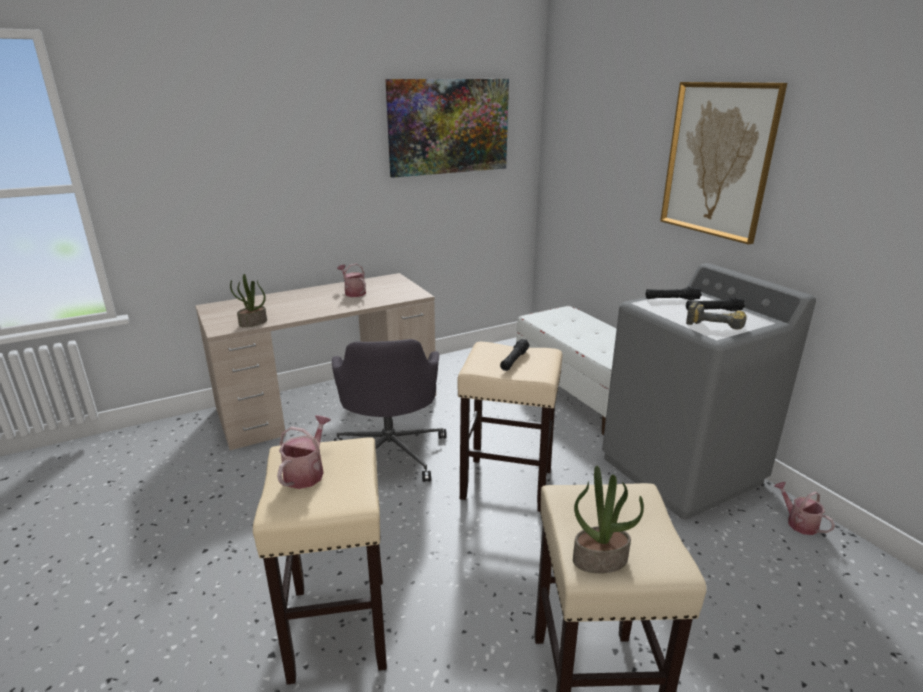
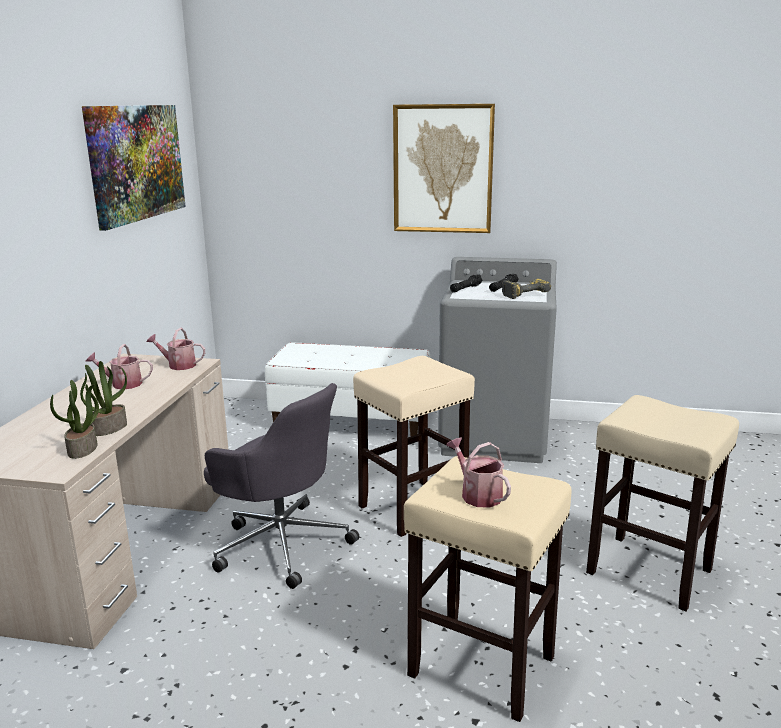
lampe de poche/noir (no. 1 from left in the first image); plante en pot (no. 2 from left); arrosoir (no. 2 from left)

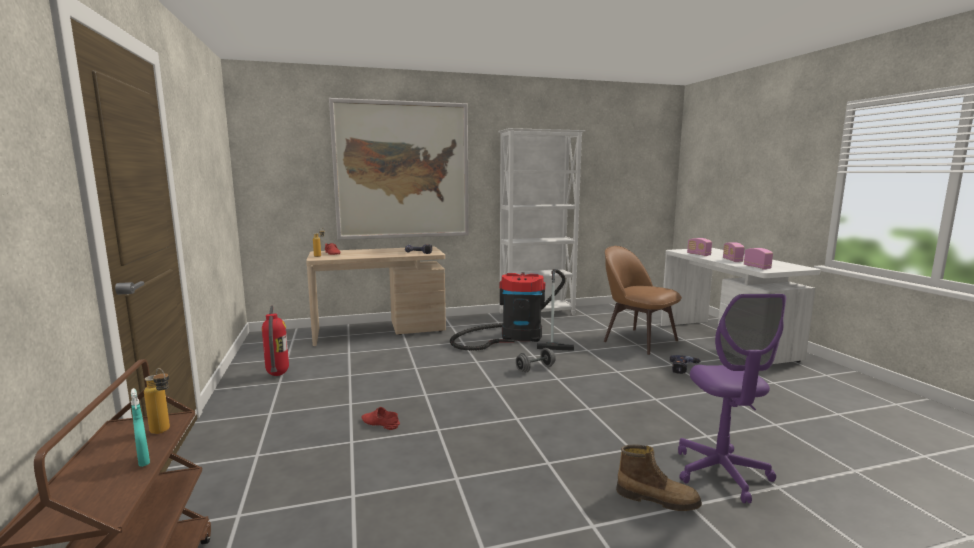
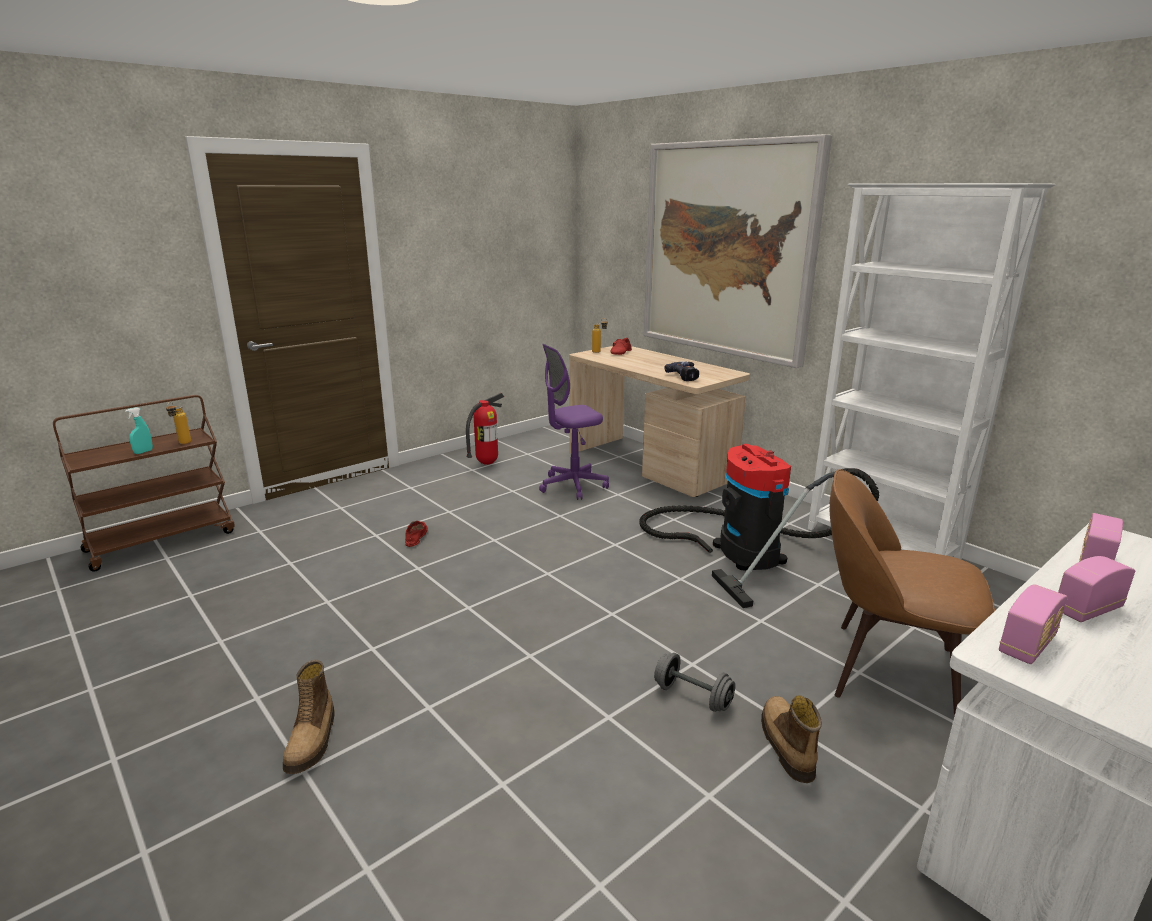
haltère/gris; chaise/marron; botte (no. 2 from left); chaise de bureau/violet

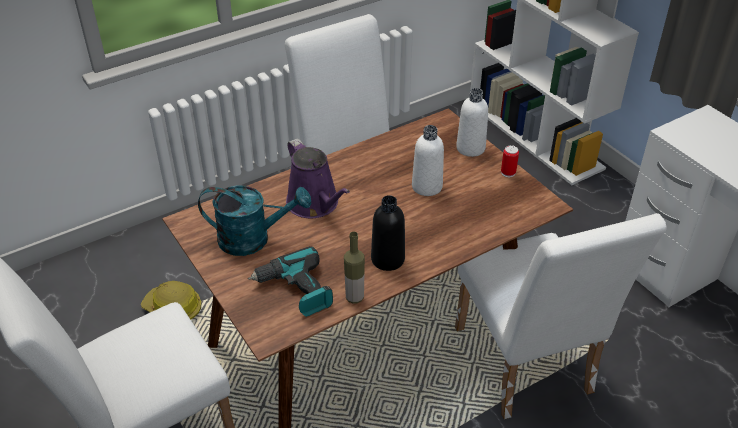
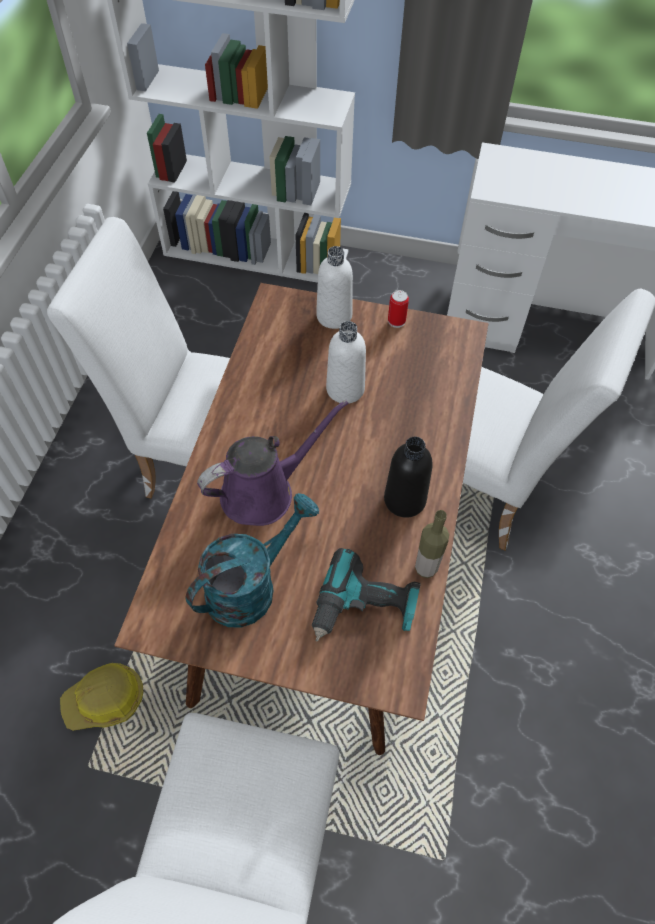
arrosoir/violet

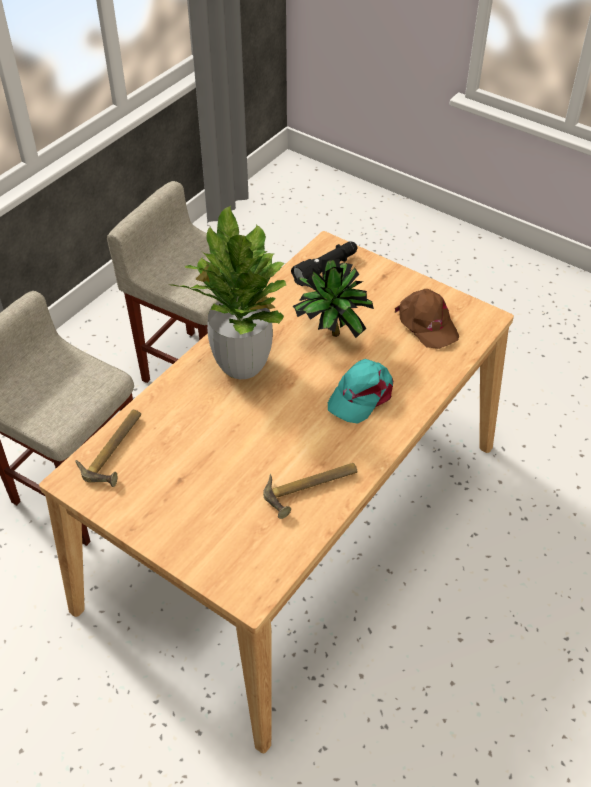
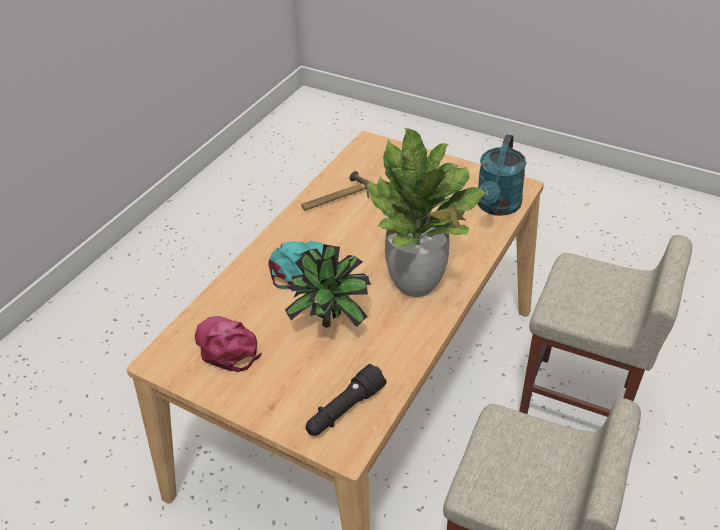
arrosoir/turquoise; casquette/rose

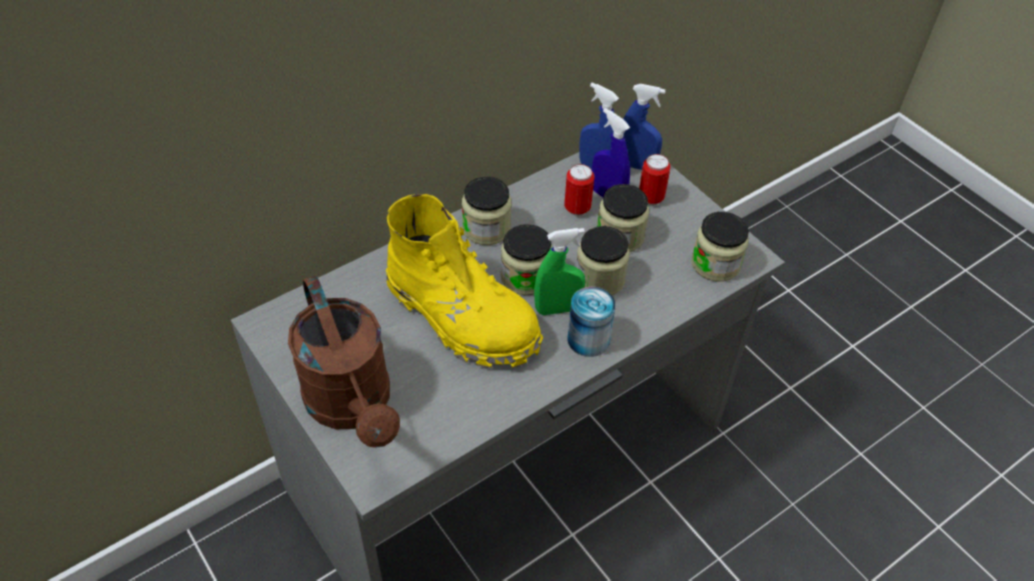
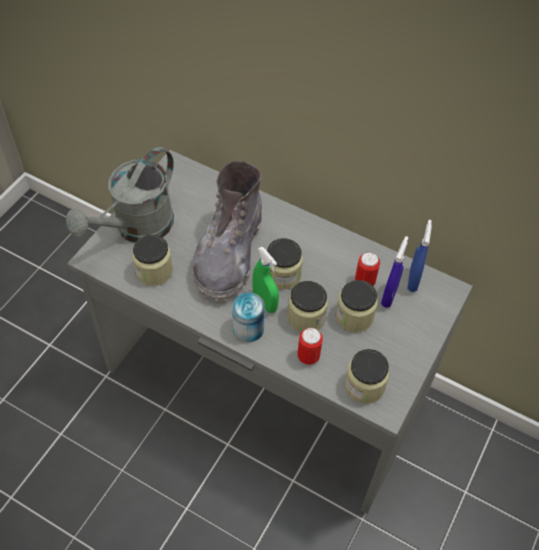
arrosoir/gris; botte/gris; bocal (no. 1 from left); vaporisateur/bleu (no. 3 from left in the first image); boîte métallique (no. 2 from left)

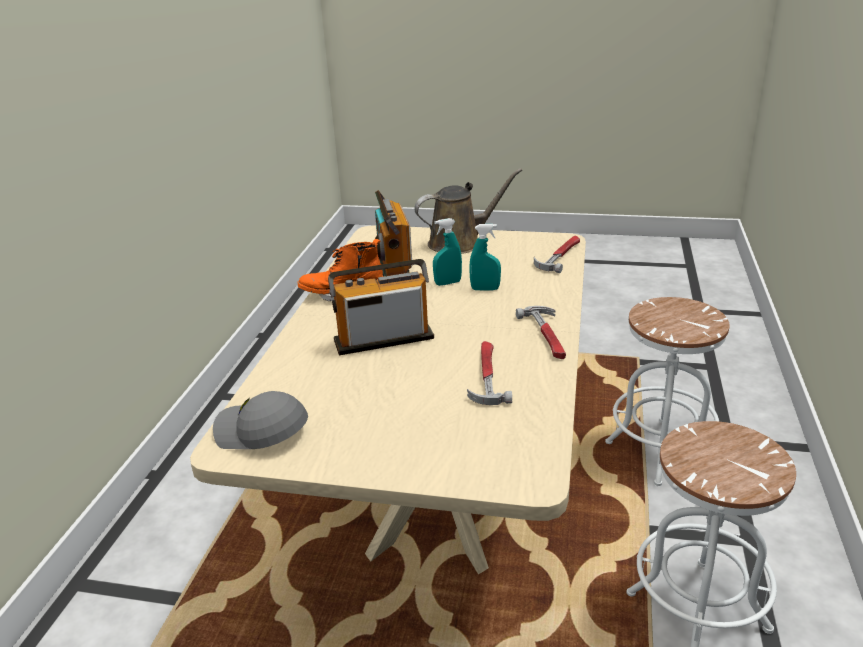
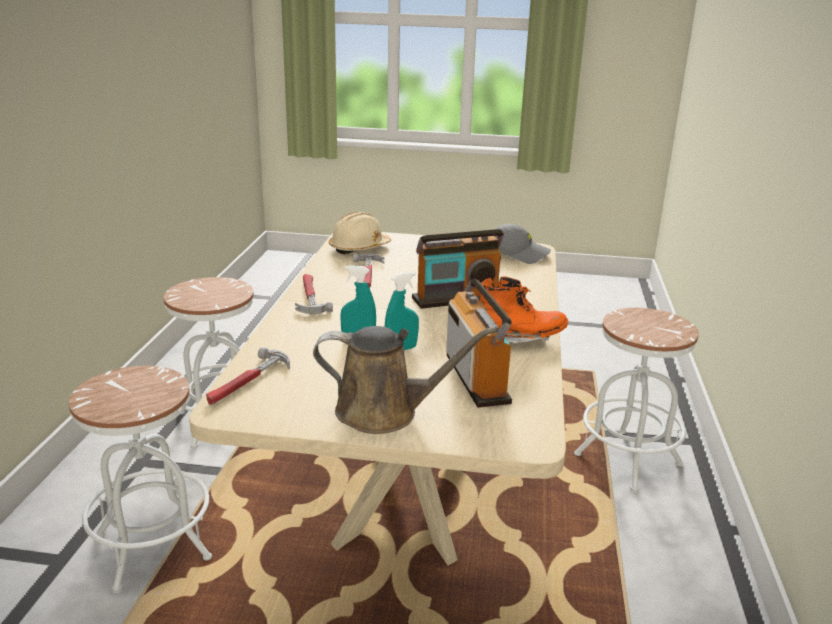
arrosoir/marron; casque de chantier/beige; tabouret/blanc (no. 3 from left)

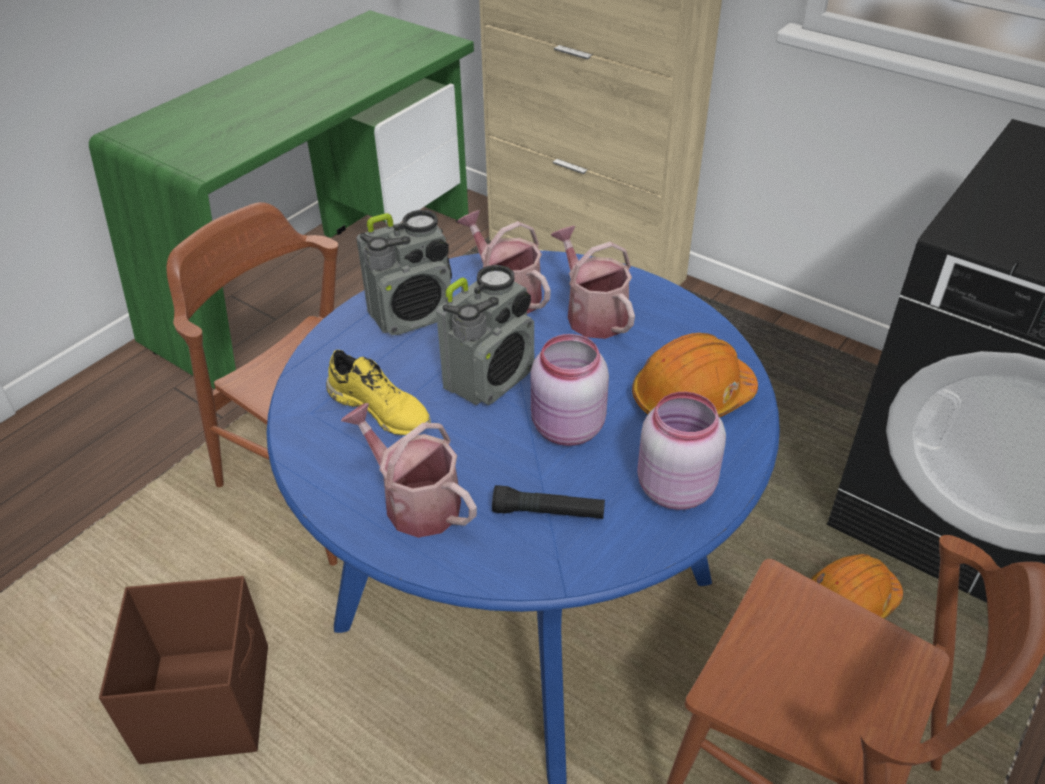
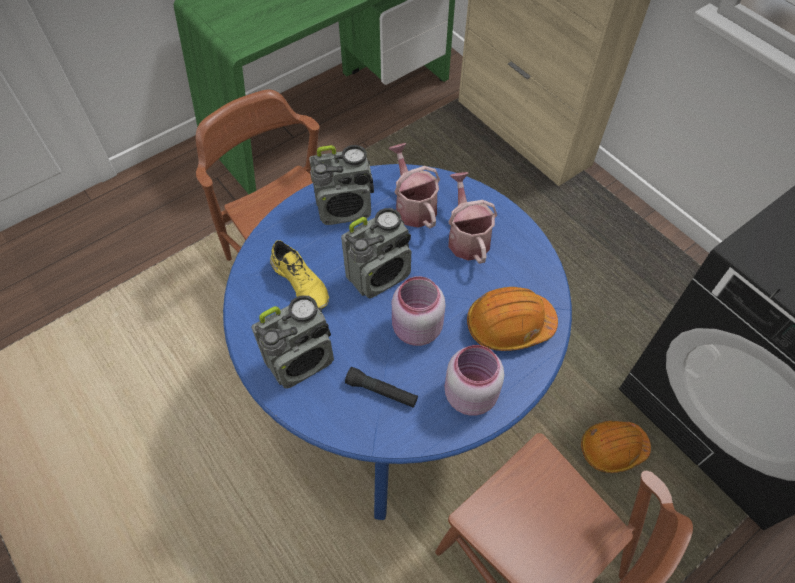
boîte de rangement/marron; radio (no. 1 from left)

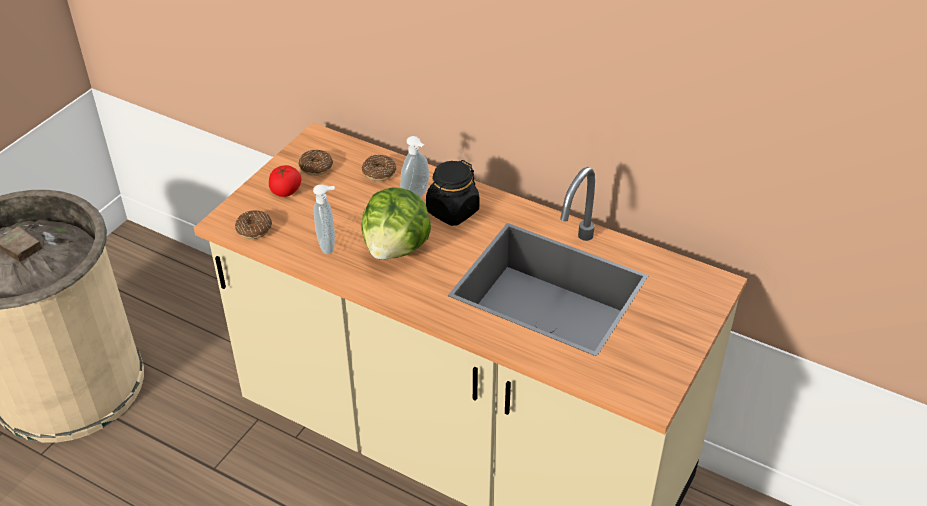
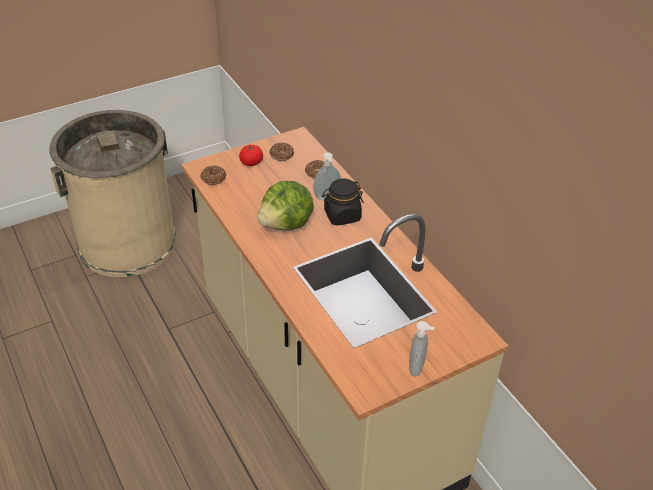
distributeur de savon (no. 2 from left)

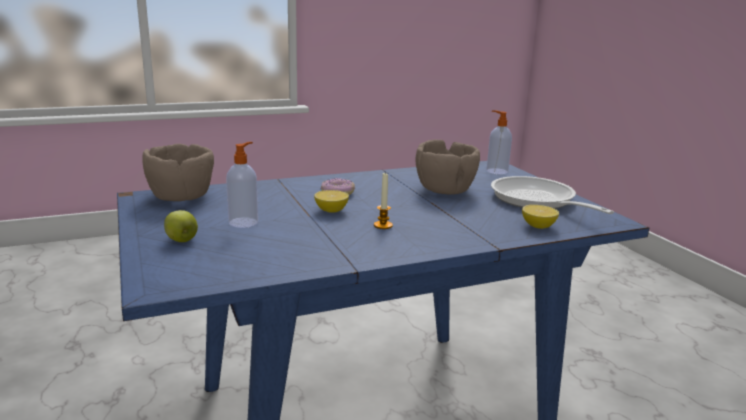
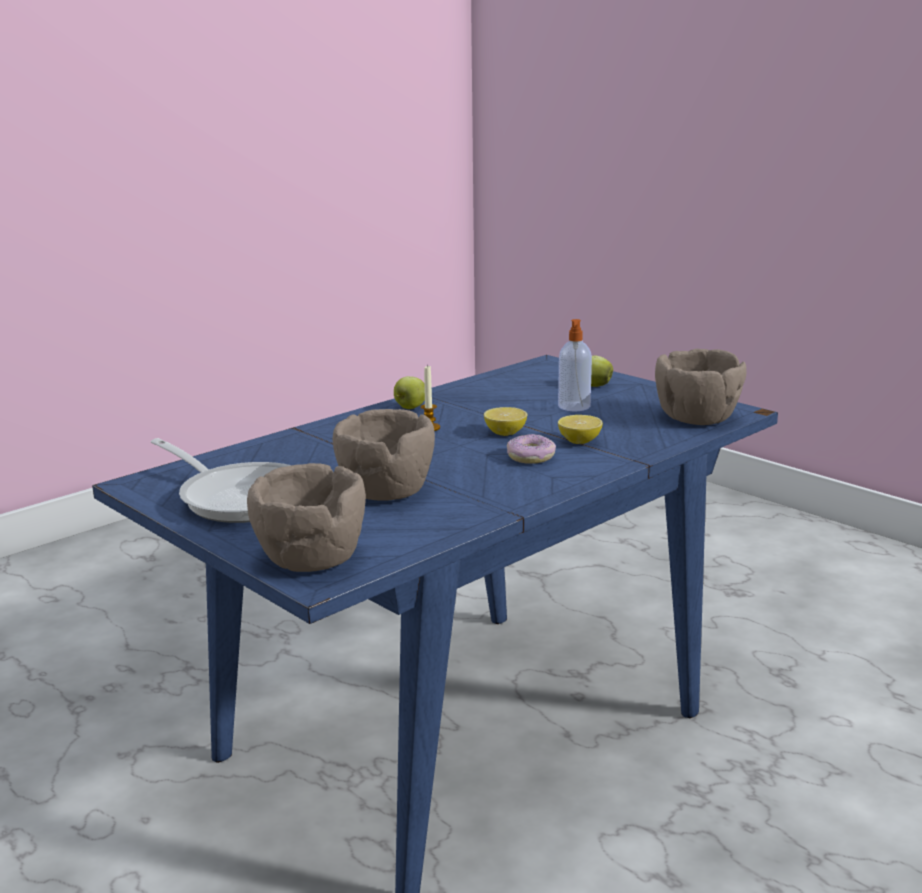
bol/marron (no. 1 from left); citron (no. 2 from left); pomme (no. 1 from left)

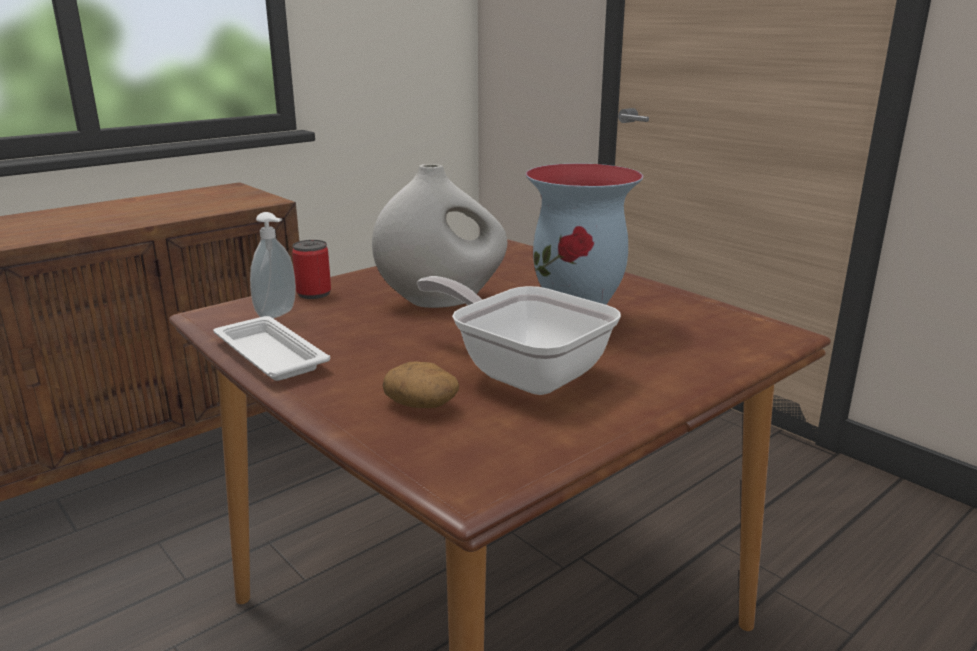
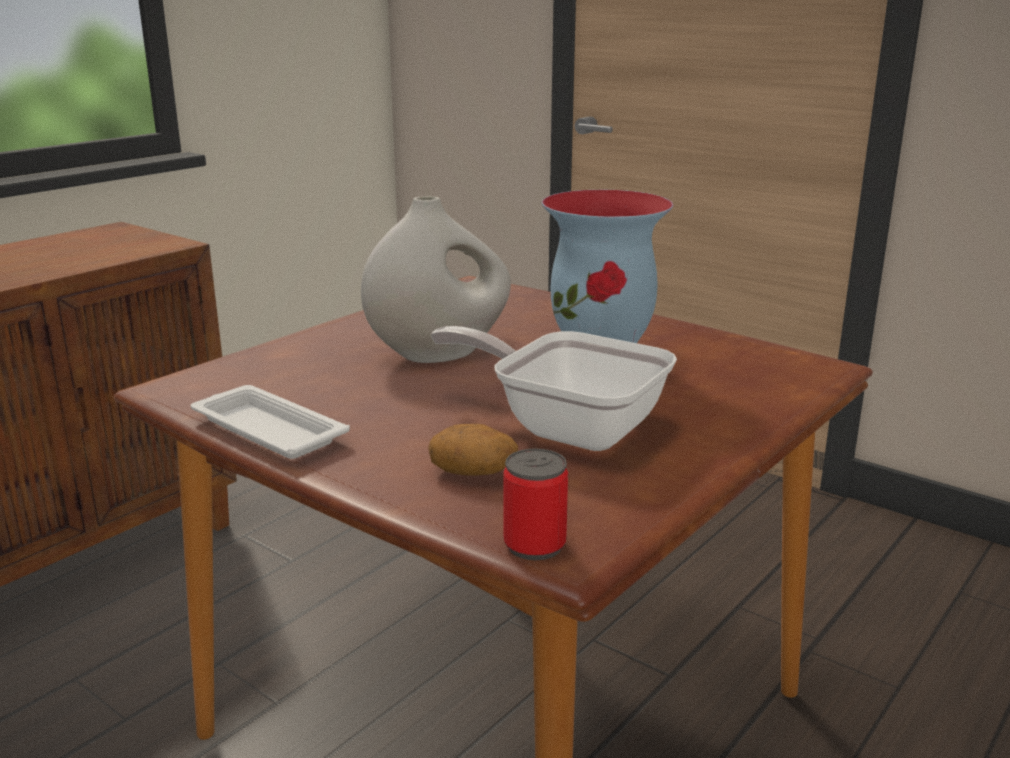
distributeur de savon; boîte métallique

